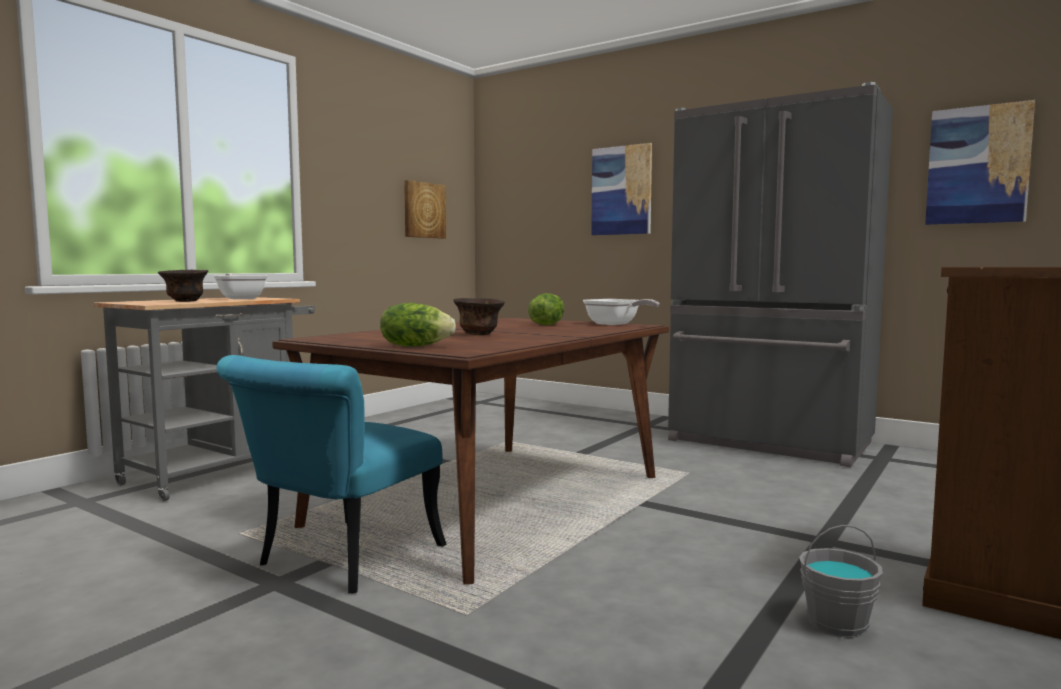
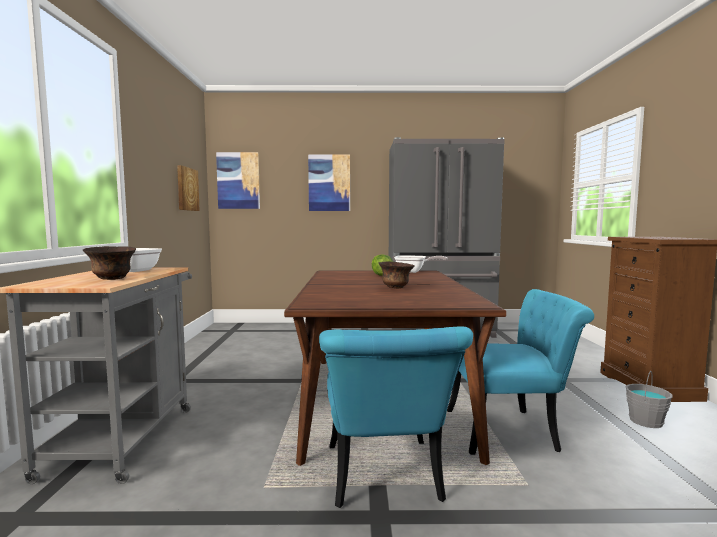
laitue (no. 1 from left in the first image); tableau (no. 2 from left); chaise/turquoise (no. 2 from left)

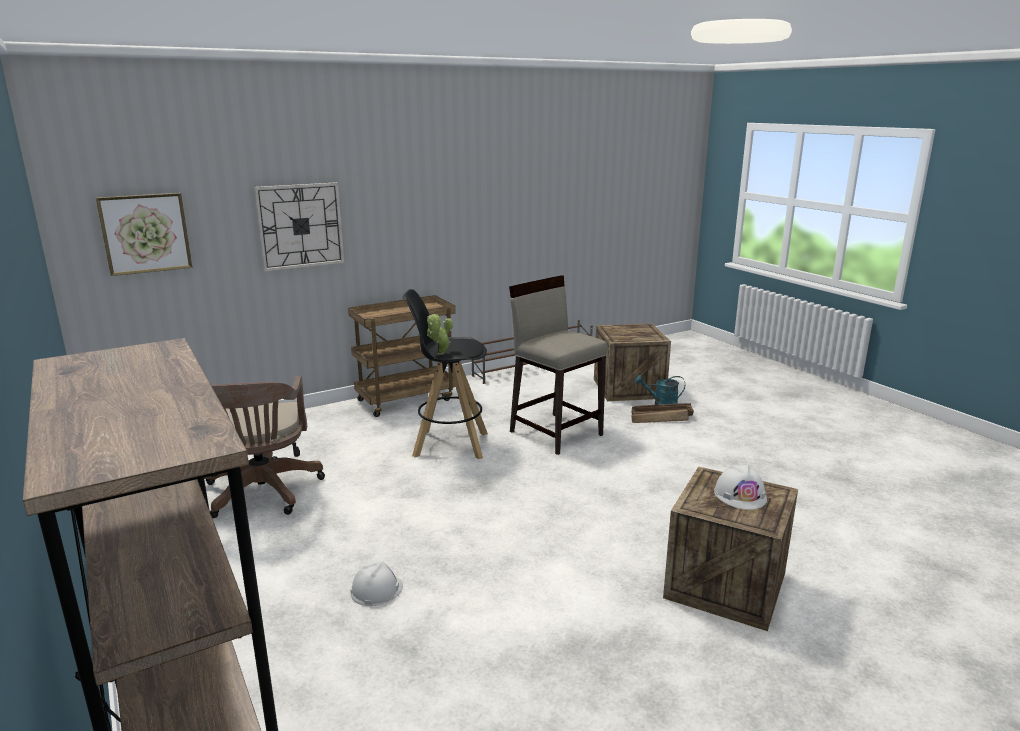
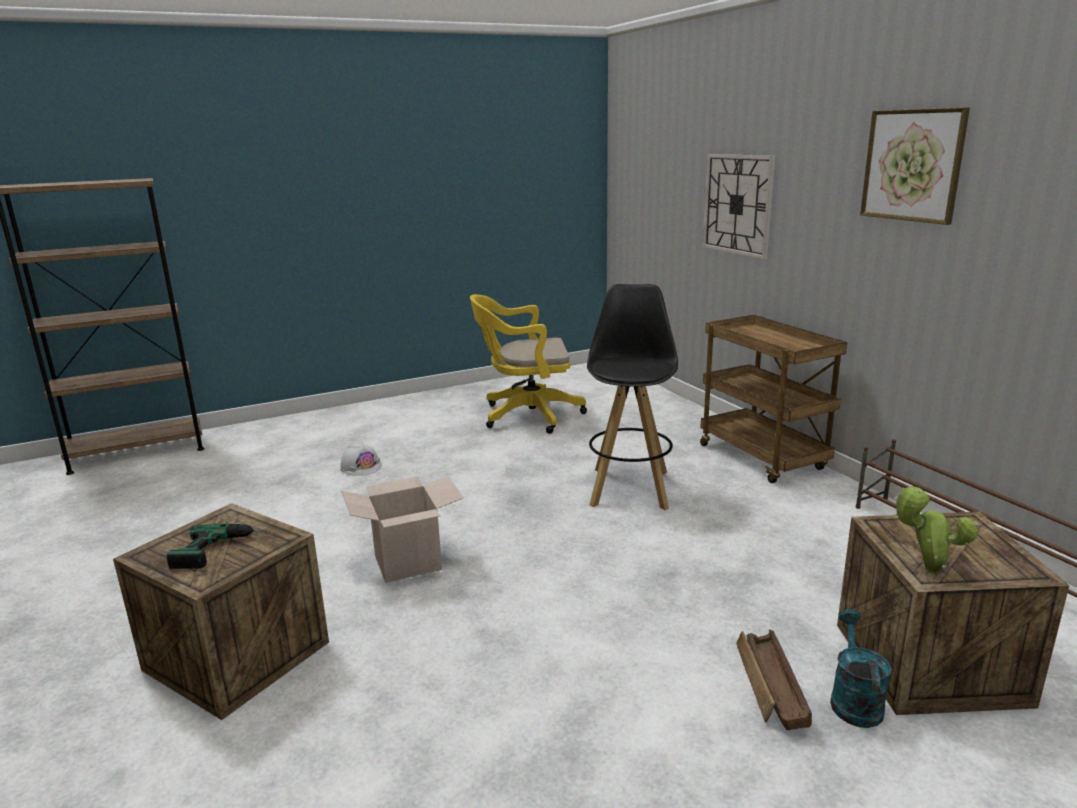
tableau; chaise de bureau/jaune; plante en pot; tabouret/beige; perceuse; carton

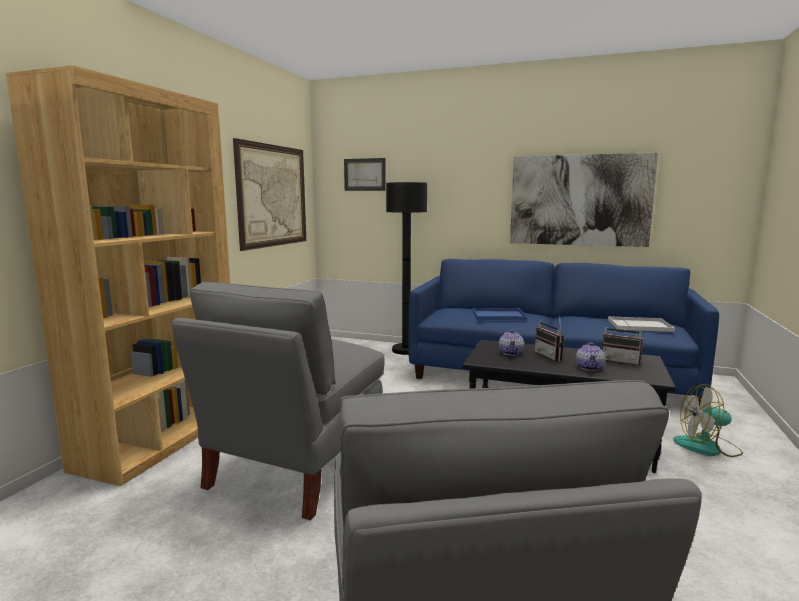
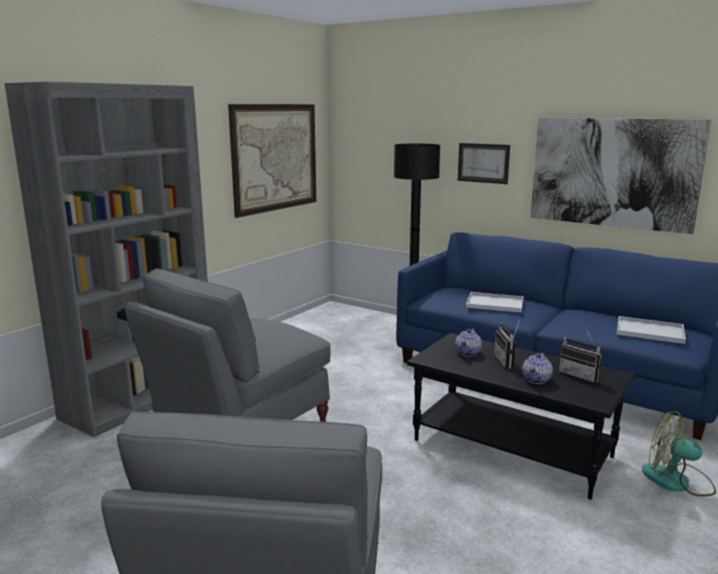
bibliothèque/gris; tableau (no. 2 from left); plateau/blanc (no. 1 from left)

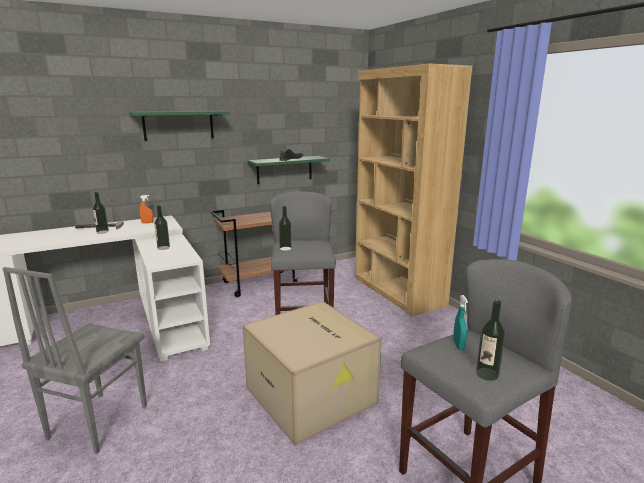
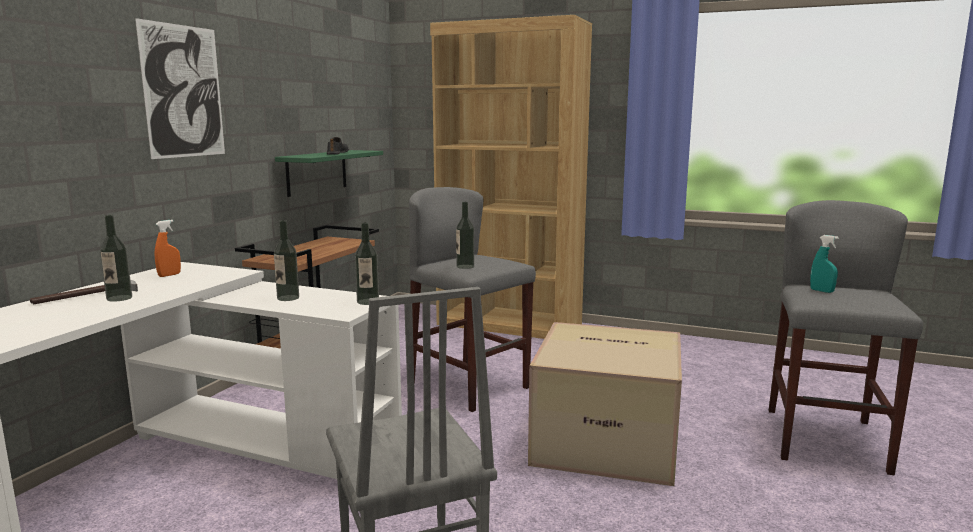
tableau; bouteille (no. 3 from left)

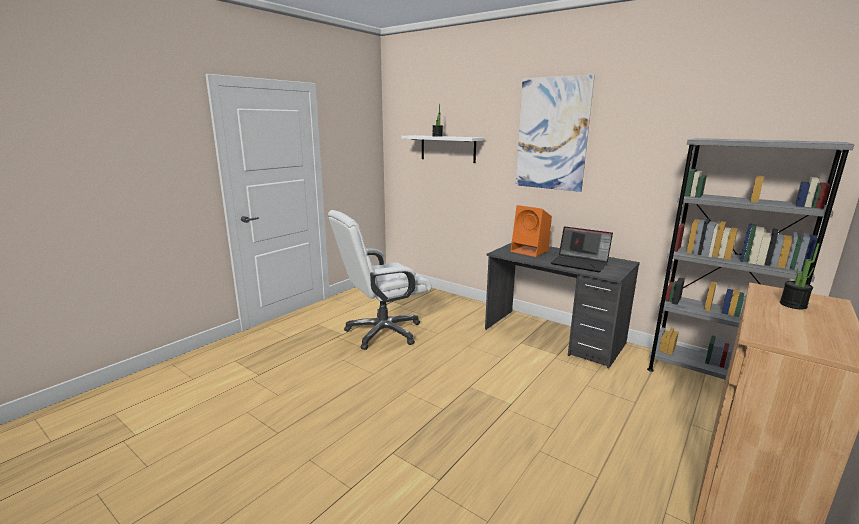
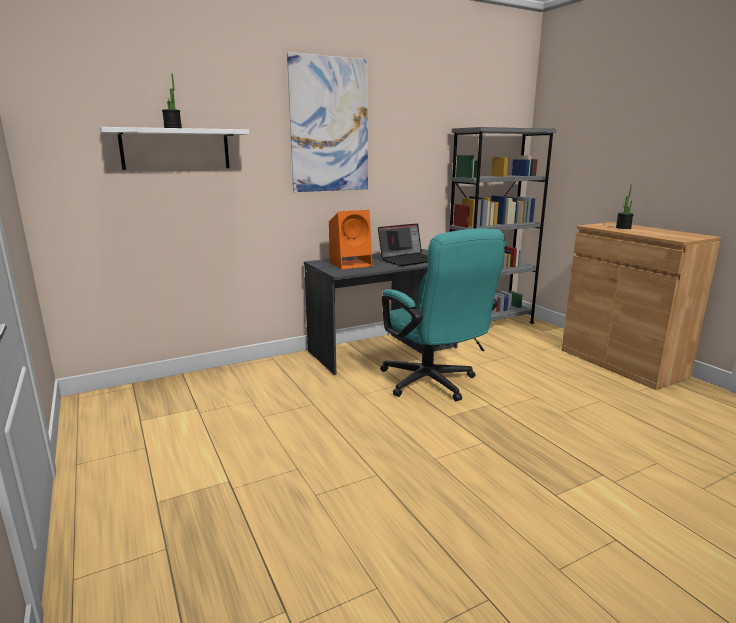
chaise de bureau/blanc; chaise de bureau/turquoise

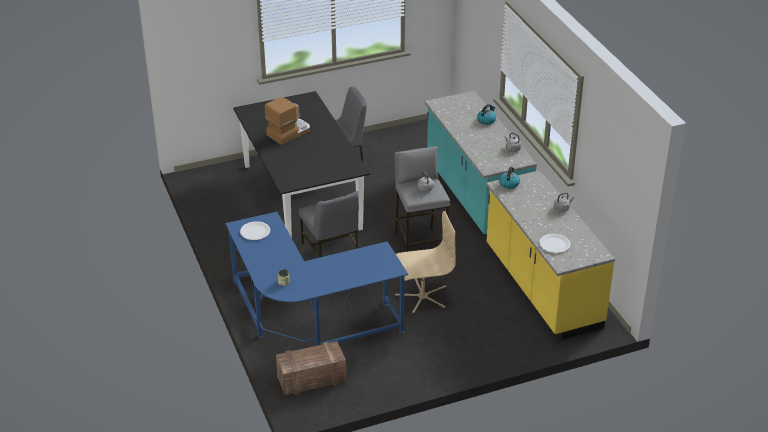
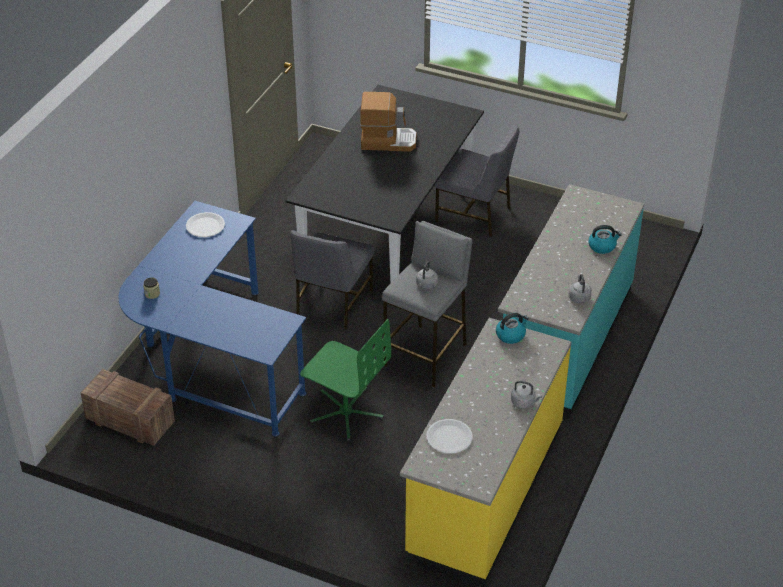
chaise de bureau/vert

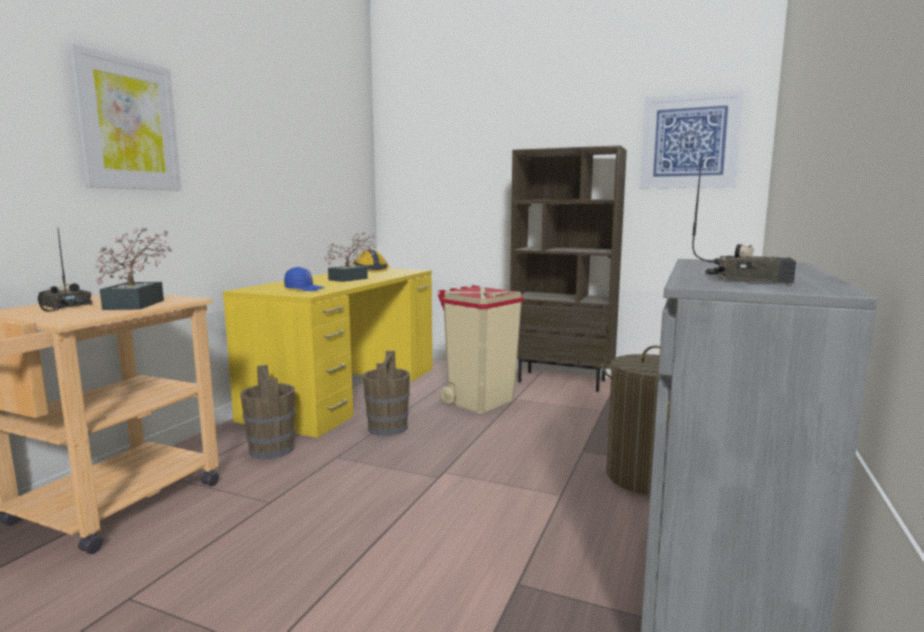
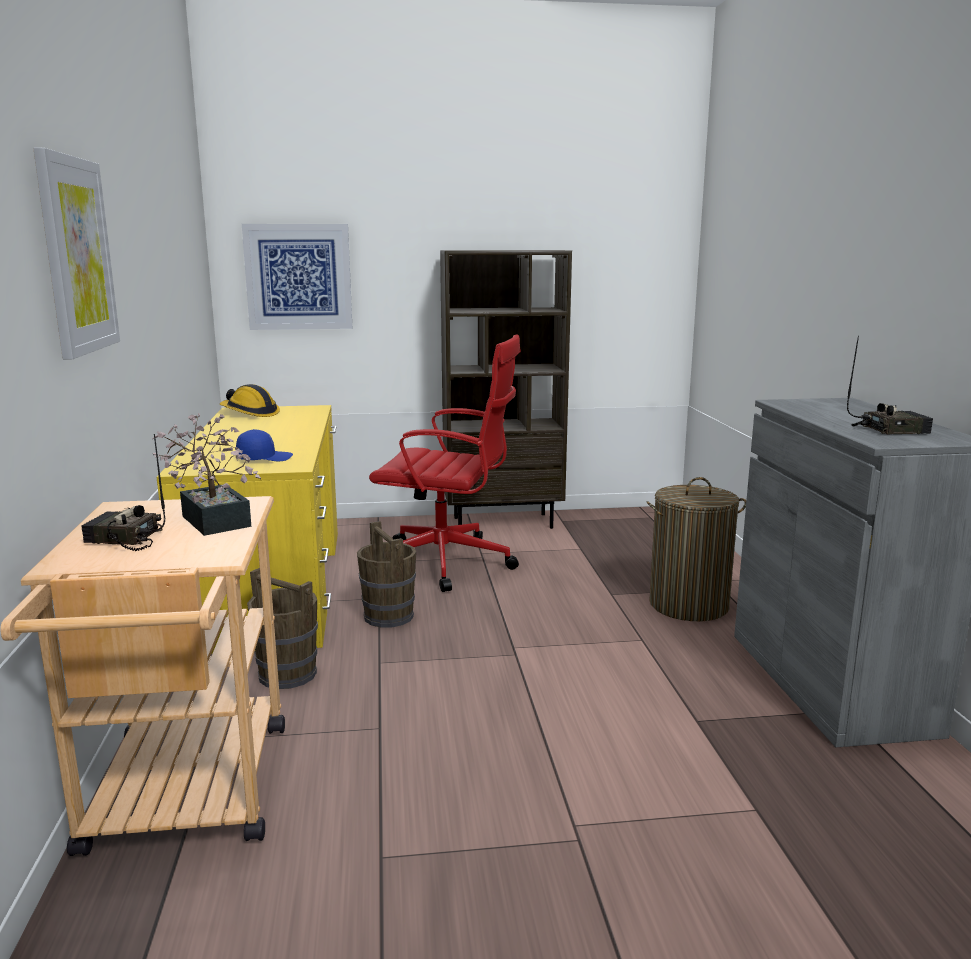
plante en pot (no. 2 from left in the first image); chaise de bureau/rouge; tableau (no. 2 from left)

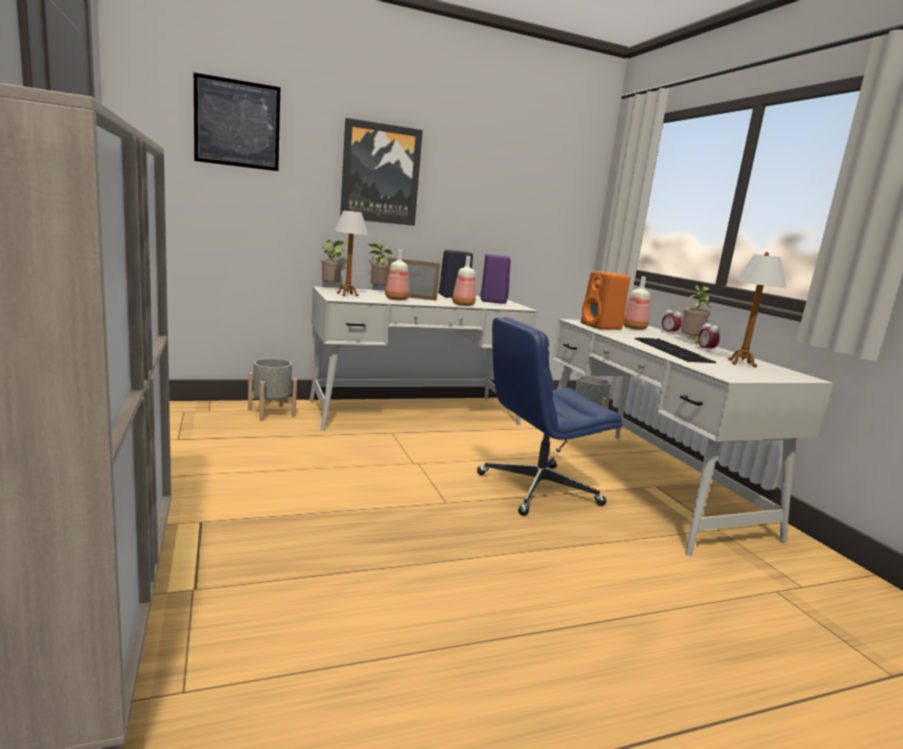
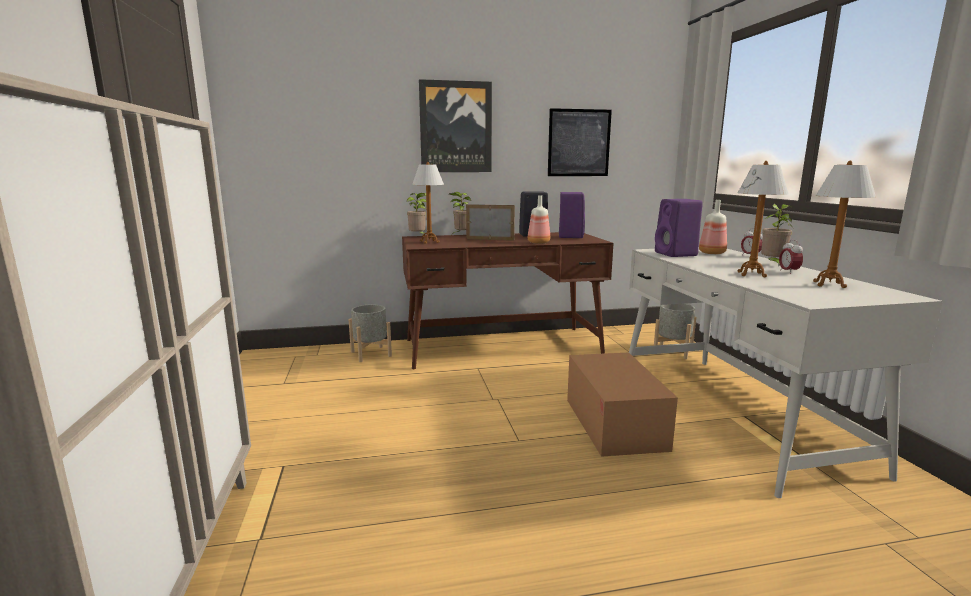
tableau (no. 2 from left); bureau/marron; bouteille (no. 1 from left in the first image); carton; enceinte/violet (no. 2 from left); lampe de table (no. 2 from left)

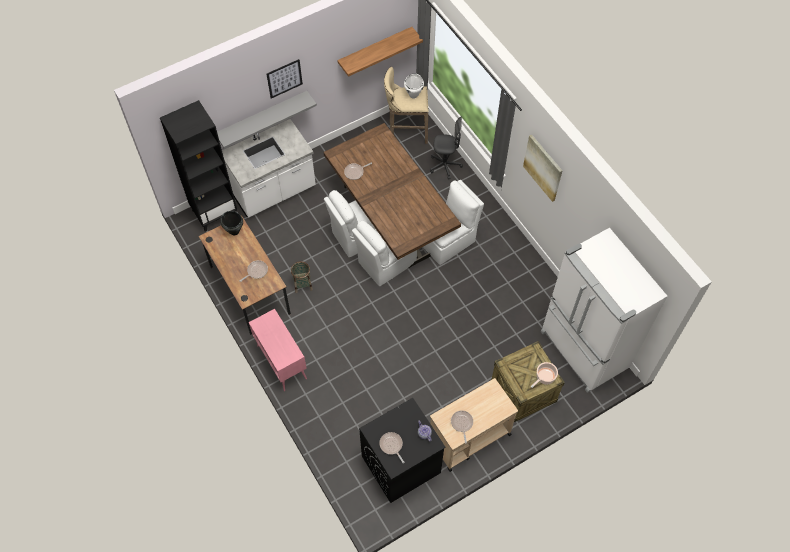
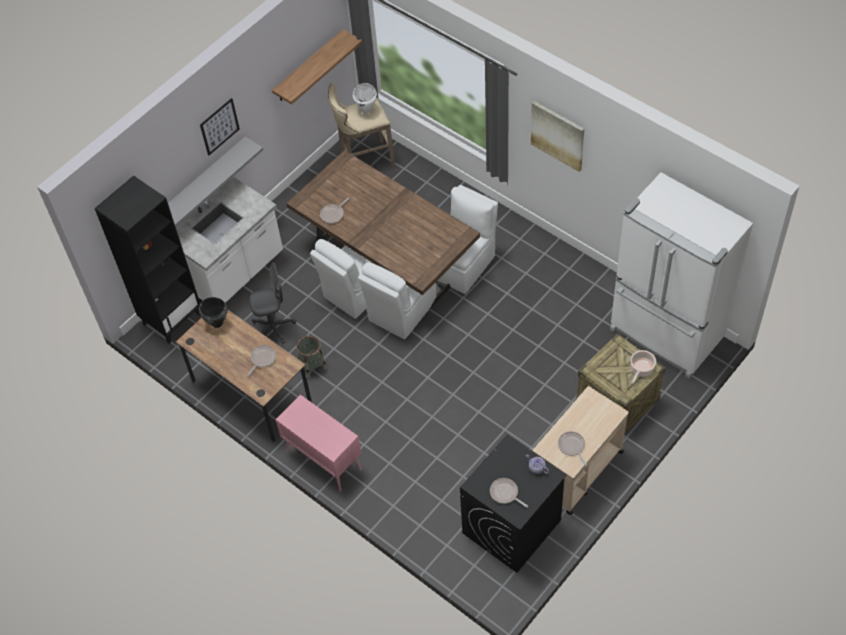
chaise de bureau/gris

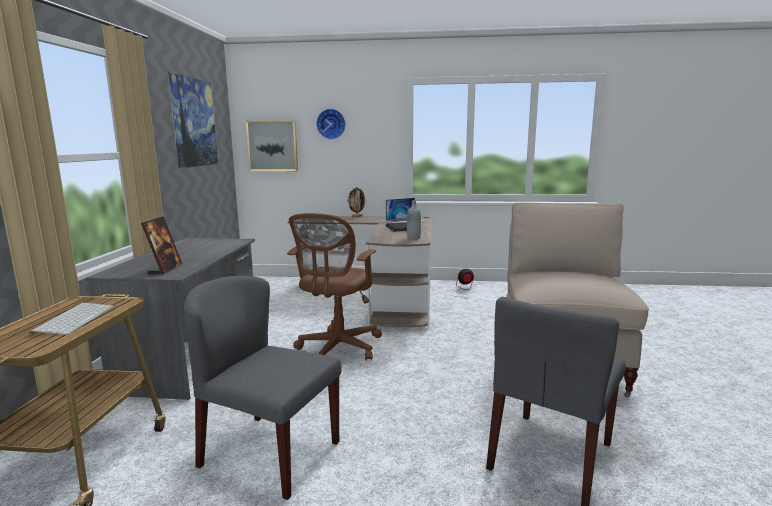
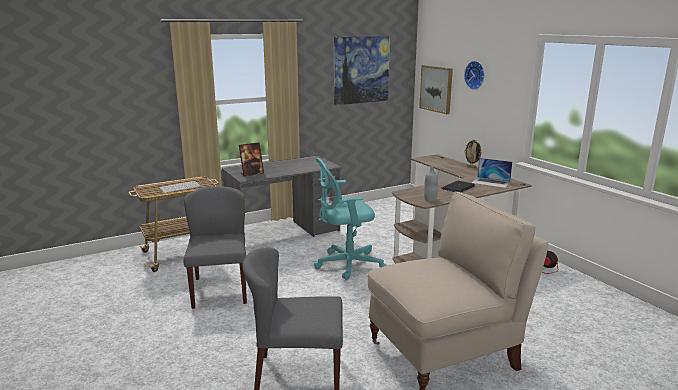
chaise de bureau/turquoise

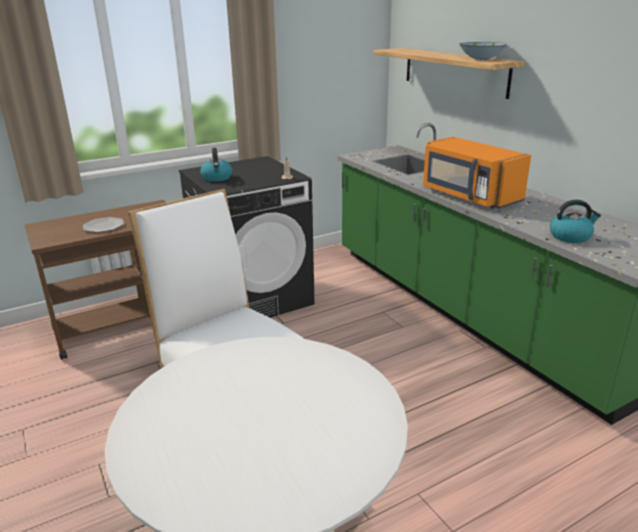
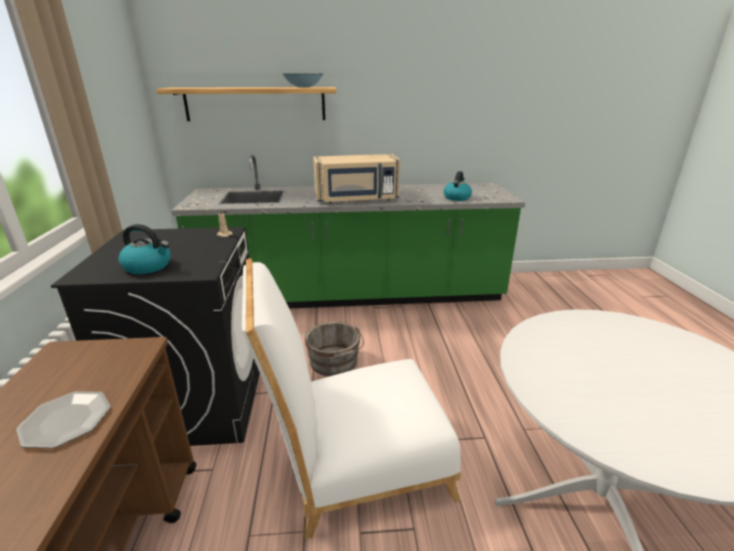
micro-ondes/beige; seau/gris

